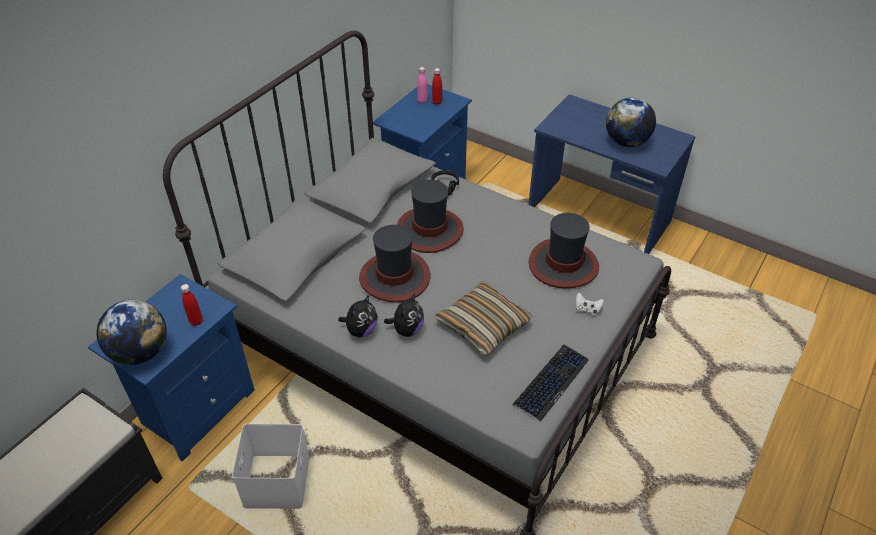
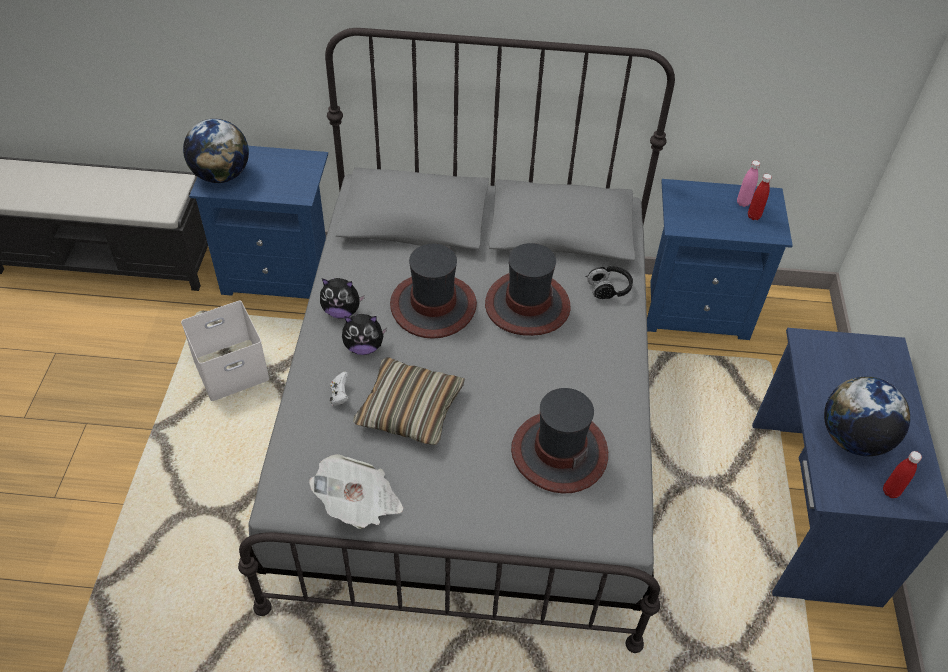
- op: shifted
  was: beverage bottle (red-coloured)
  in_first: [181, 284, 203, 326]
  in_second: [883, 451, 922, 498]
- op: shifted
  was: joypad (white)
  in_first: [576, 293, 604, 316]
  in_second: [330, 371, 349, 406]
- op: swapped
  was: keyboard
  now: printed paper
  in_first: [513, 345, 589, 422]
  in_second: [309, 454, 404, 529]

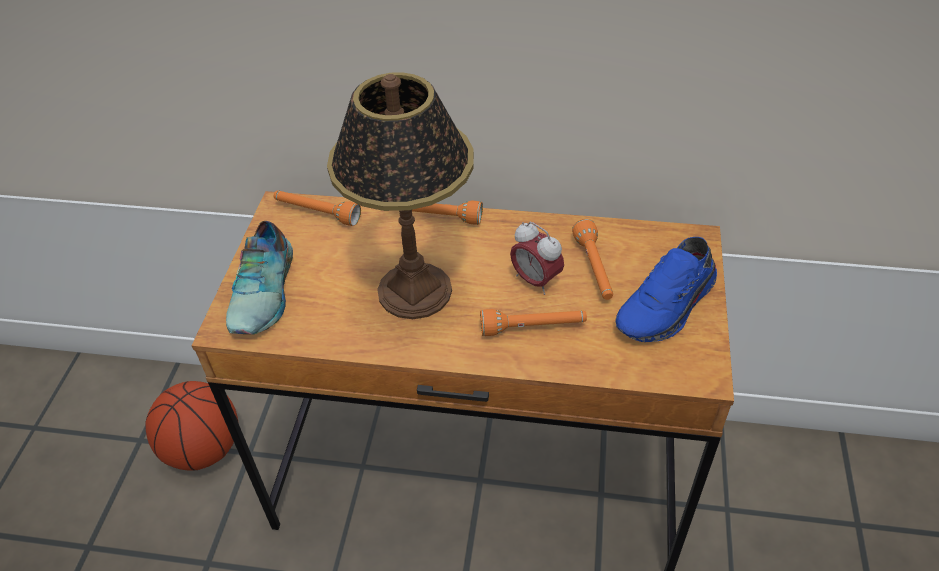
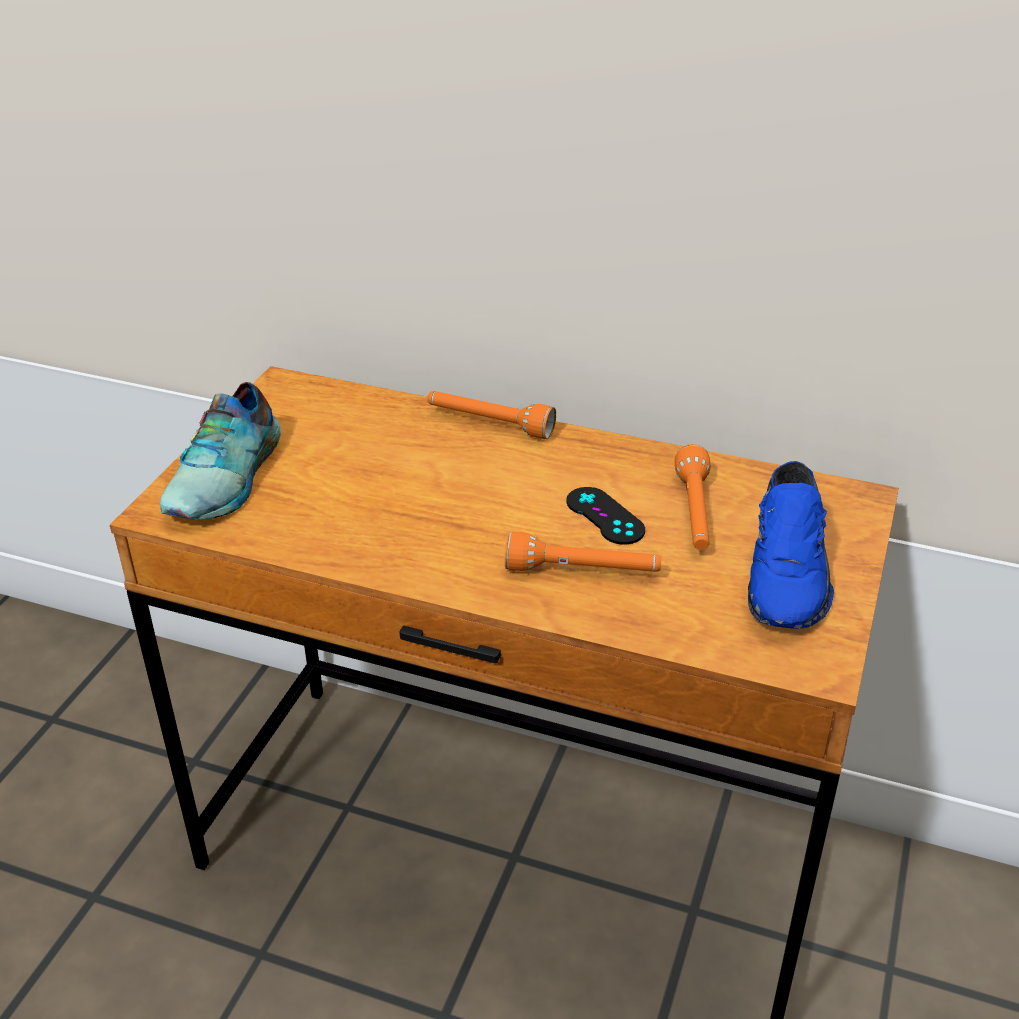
- op: gone
  was: tabletop lamp
  in_first: [327, 72, 474, 319]
- op: gone
  was: hand torch (orange)
  in_first: [274, 190, 361, 226]
- op: swapped
  was: bedside clock
  now: joypad (blackish)
  in_first: [510, 222, 564, 295]
  in_second: [566, 487, 645, 545]
- op: rotated
  was: item of footwear (bluish)
  in_first: [615, 237, 717, 342]
  in_second: [748, 461, 834, 629]
  clockwise: -45
- op: gone
  was: ball for basketball
  in_first: [145, 381, 238, 471]

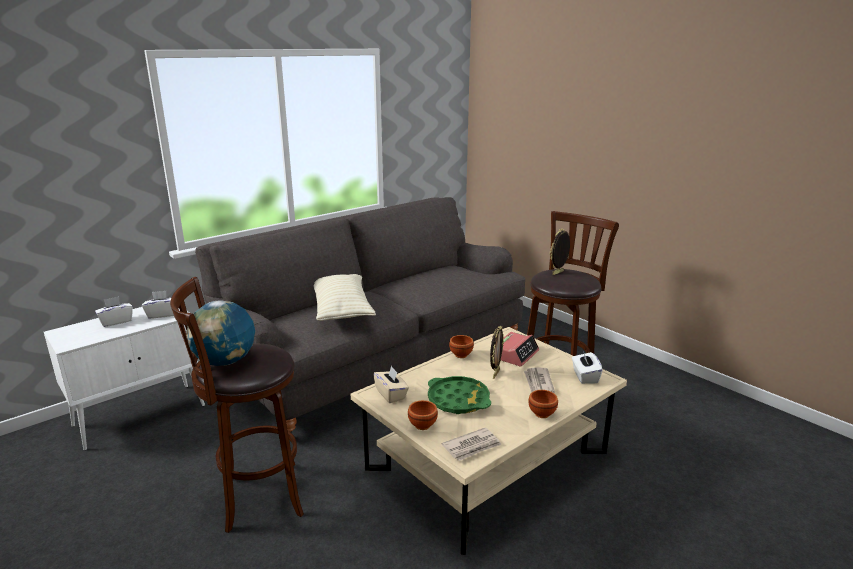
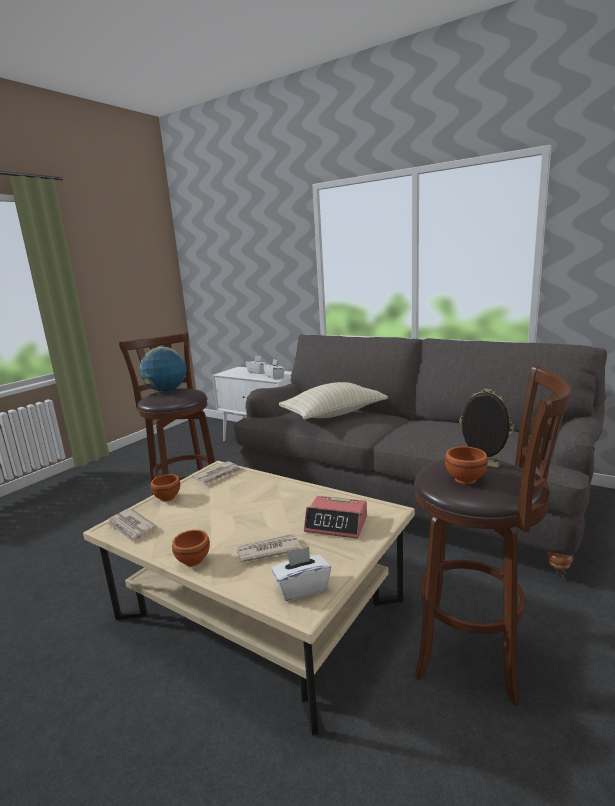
- op: gone
  was: picture frame
  in_first: [490, 326, 504, 379]
- op: shifted
  was: serving bowl (brownish)
  in_first: [449, 335, 474, 358]
  in_second: [445, 446, 488, 484]
- op: swapped
  was: box of tissues (beige-coloured)
  now: printed paper
  in_first: [373, 366, 409, 403]
  in_second: [192, 461, 242, 484]
- op: gone
  was: serving tray (green)
  in_first: [428, 376, 491, 414]

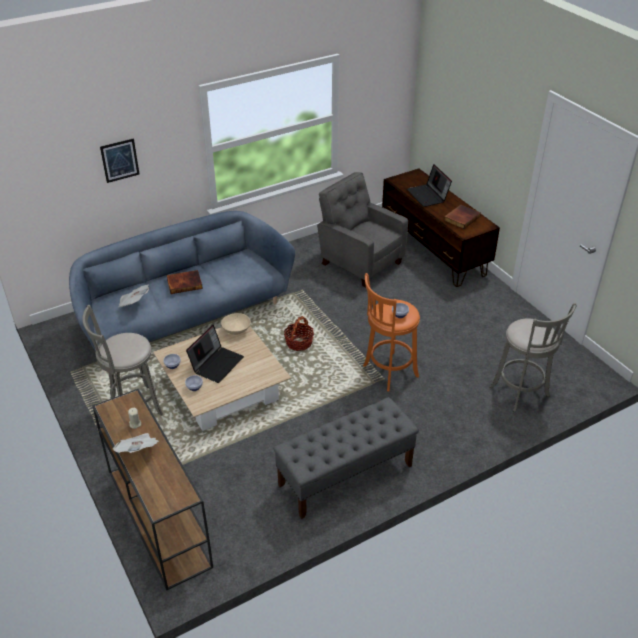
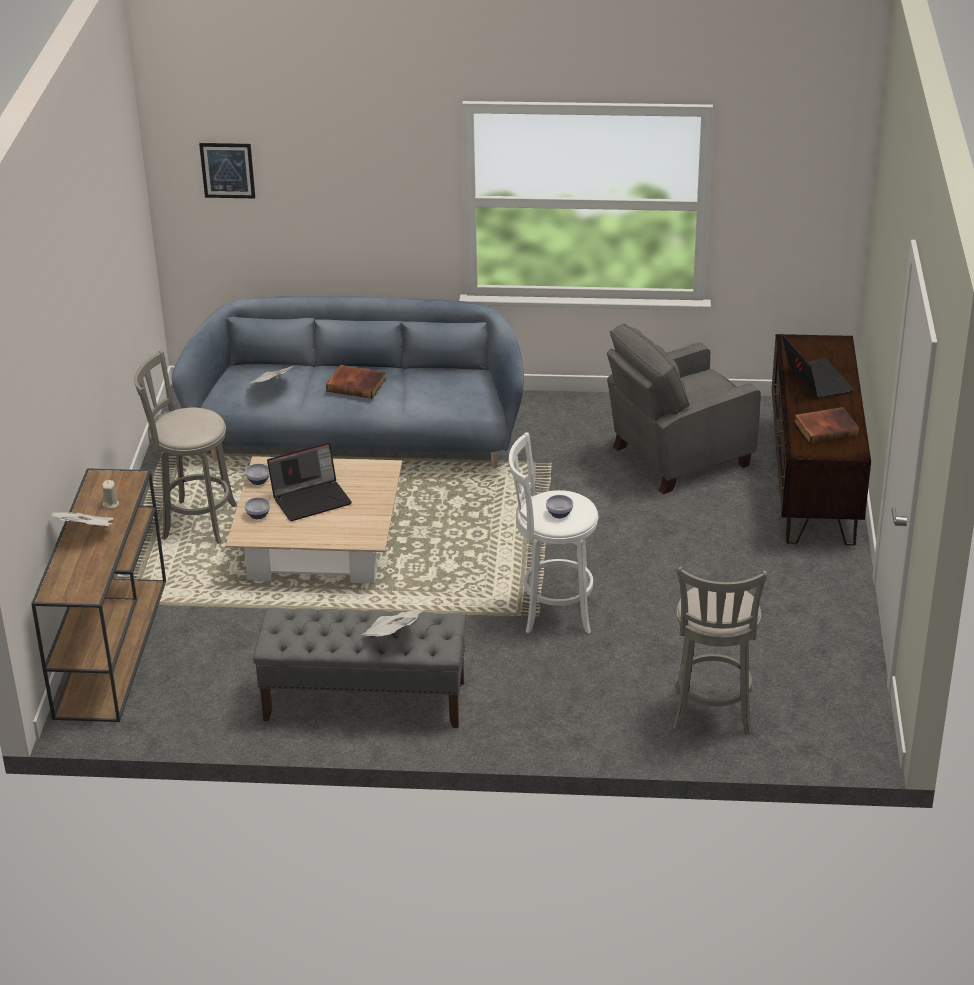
- op: shifted
  was: wall picture
  in_first: [100, 138, 139, 183]
  in_second: [199, 143, 255, 198]
- op: rotated
  was: portable computer
  in_first: [407, 164, 452, 207]
  in_second: [782, 334, 854, 398]
  clockwise: 150
- op: rotated
  was: easy chair (gray)
  in_first: [317, 172, 408, 288]
  in_second: [607, 323, 761, 495]
  clockwise: -105
- op: repainted
  was: stool seat (orange)
  now: stool seat (white)
  in_first: [363, 273, 420, 391]
  in_second: [509, 432, 598, 634]
- op: gone
  was: serving bowl (beige-coloured)
  in_first: [221, 313, 251, 335]
- op: gone
  was: storage basket
  in_first: [284, 316, 314, 351]
- op: new
  now: printed paper
  in_second: [362, 609, 423, 636]

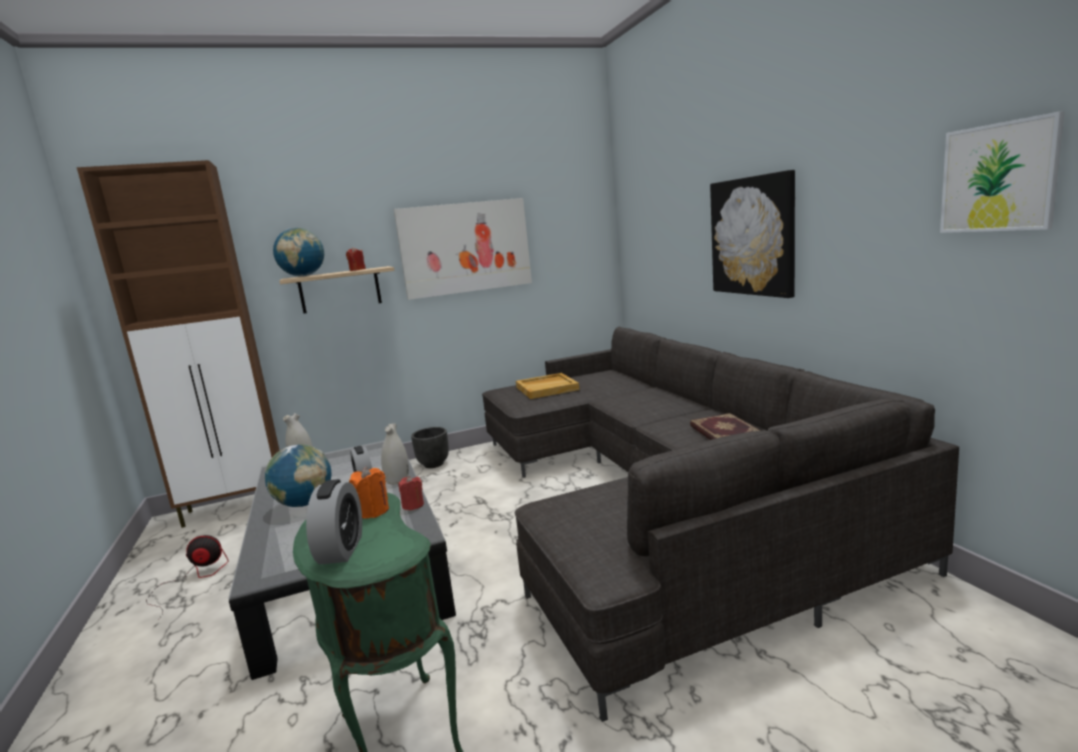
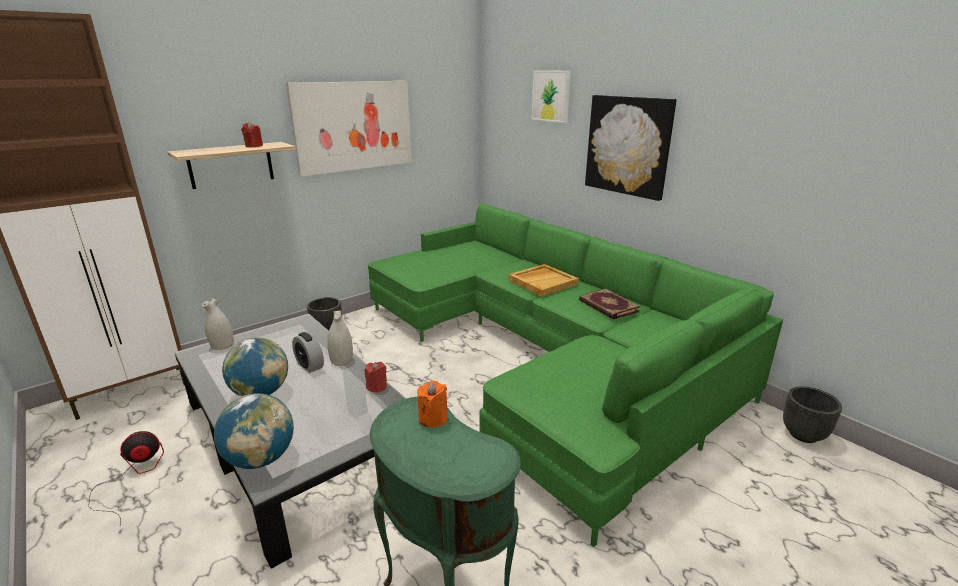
- op: shifted
  was: wall picture
  in_first: [940, 111, 1065, 233]
  in_second: [532, 70, 571, 123]
- op: shifted
  was: globe
  in_first: [273, 228, 324, 277]
  in_second: [214, 393, 294, 469]
- op: repainted
  was: sofa (gray)
  now: sofa (green)
  in_first: [482, 327, 959, 722]
  in_second: [368, 203, 783, 547]
- op: shifted
  was: serving tray (beige-coloured)
  in_first: [516, 373, 580, 399]
  in_second: [508, 264, 579, 297]
- op: gone
  was: bedside clock
  in_first: [306, 479, 362, 564]
- op: new
  now: flower pot (blackish)
  in_second: [783, 386, 842, 443]

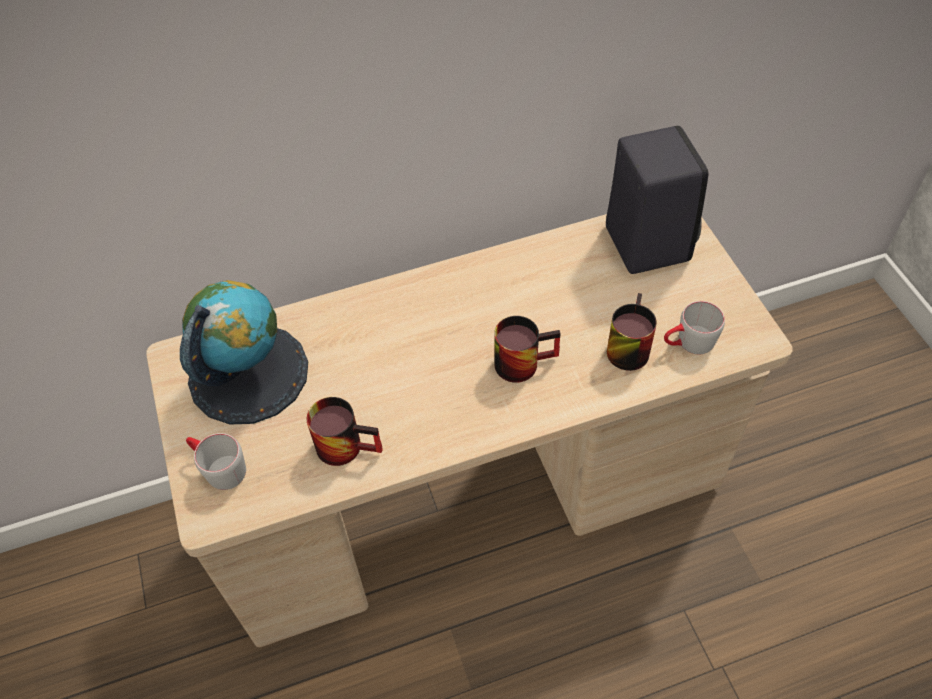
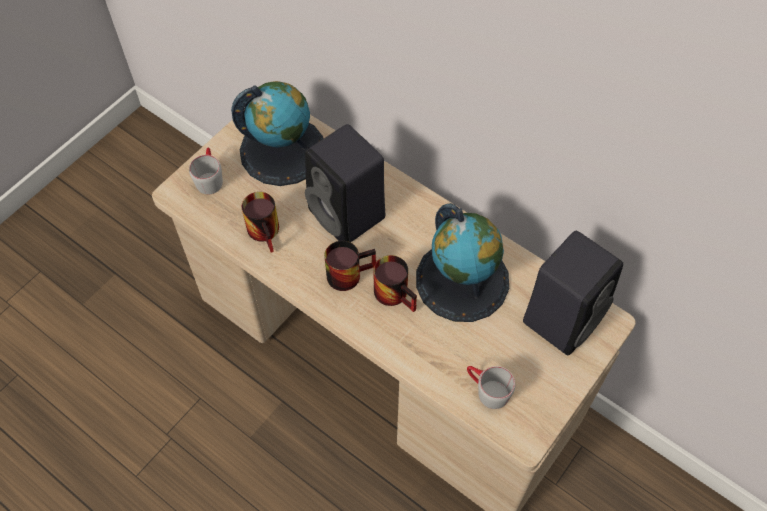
- op: shifted
  was: tea mug
  in_first: [607, 293, 657, 371]
  in_second: [324, 241, 376, 291]
- op: new
  now: audio speaker (blackish)
  in_second: [305, 124, 385, 243]
- op: new
  now: globe
  in_second: [416, 203, 509, 322]

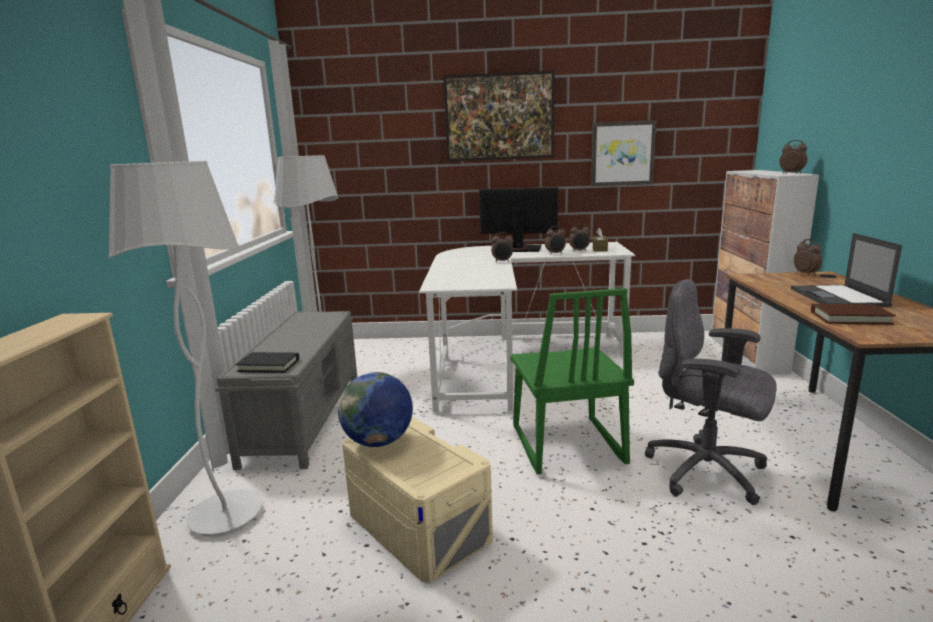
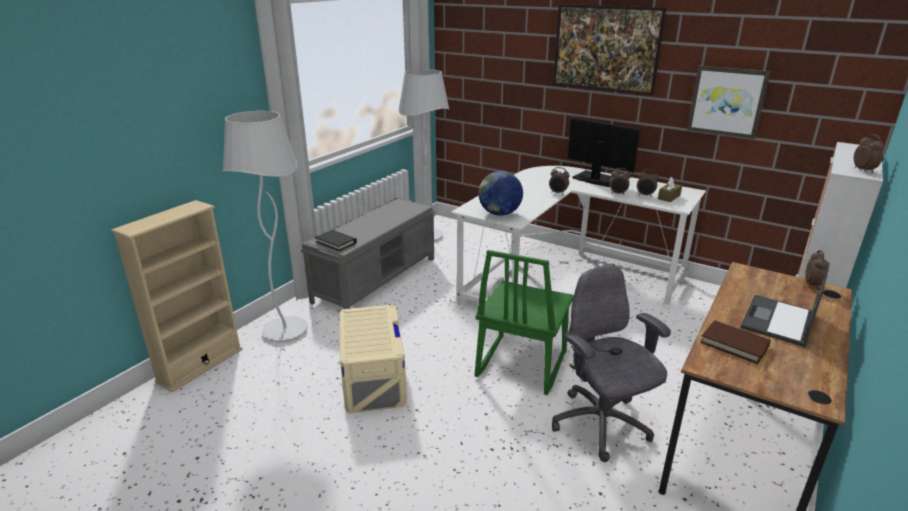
- op: shifted
  was: globe
  in_first: [338, 372, 413, 447]
  in_second: [479, 171, 523, 216]

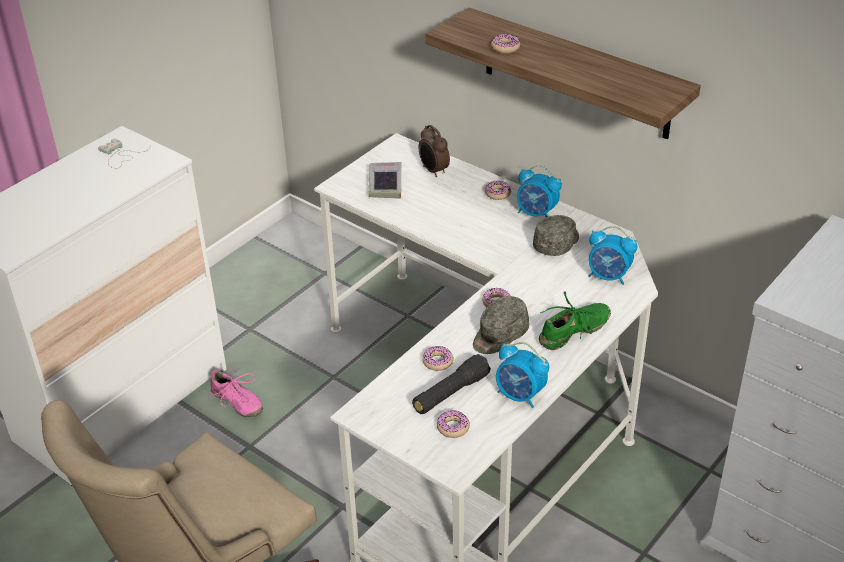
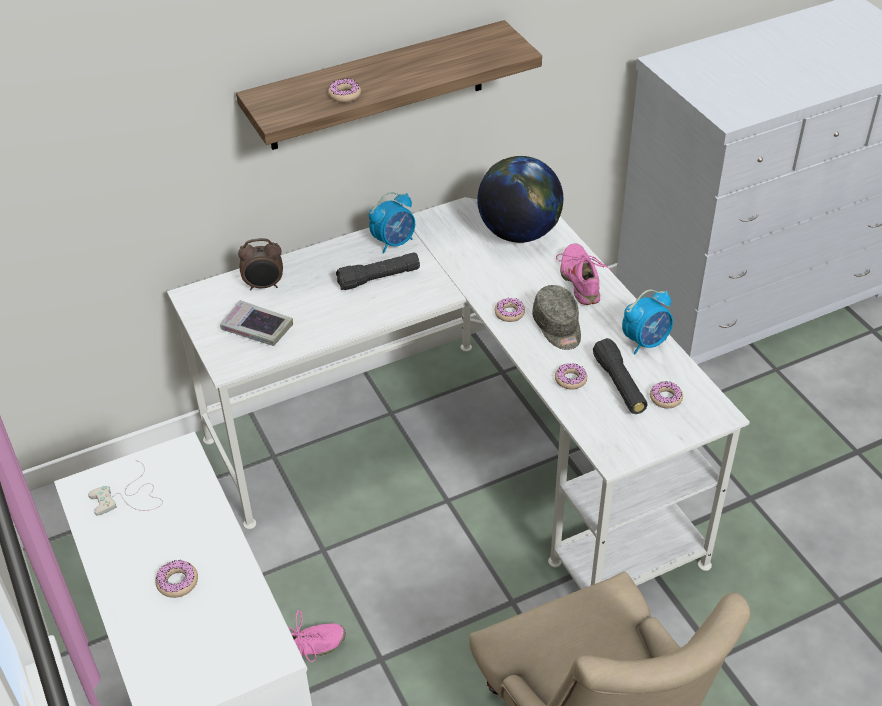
- op: shifted
  was: ring doughnut
  in_first: [485, 181, 511, 200]
  in_second: [155, 560, 198, 598]
- op: gone
  was: baseball cap (gray)
  in_first: [533, 215, 579, 256]
- op: swapped
  was: bedside clock
  now: globe
  in_first: [588, 226, 637, 285]
  in_second: [477, 156, 563, 243]
- op: repainted
  was: item of footwear (green)
  now: item of footwear (pink-coloured)
  in_first: [538, 291, 611, 350]
  in_second: [556, 243, 614, 305]
- op: new
  now: hand torch (blackish)
  in_second: [336, 252, 420, 290]

